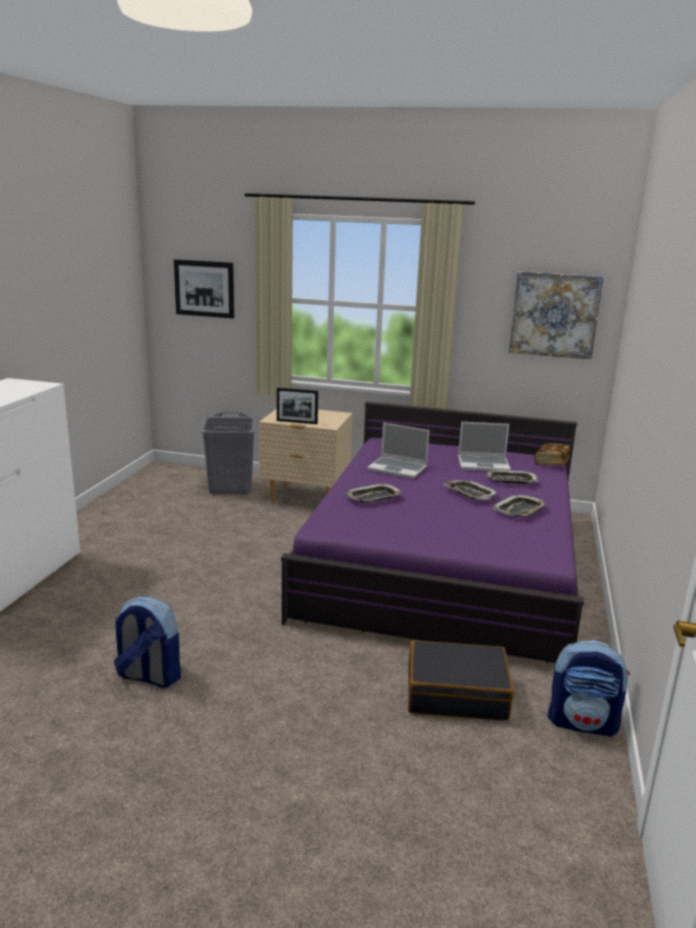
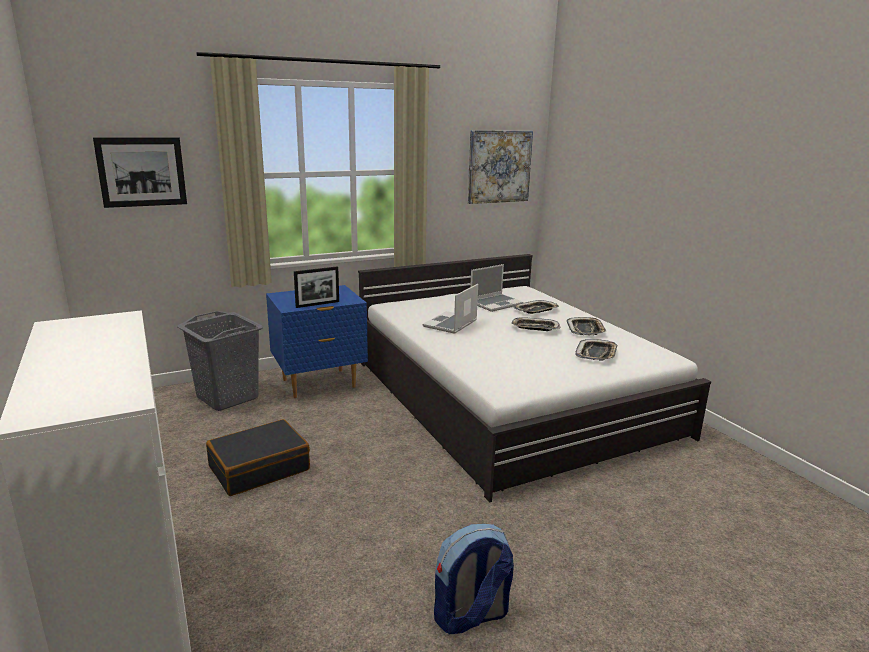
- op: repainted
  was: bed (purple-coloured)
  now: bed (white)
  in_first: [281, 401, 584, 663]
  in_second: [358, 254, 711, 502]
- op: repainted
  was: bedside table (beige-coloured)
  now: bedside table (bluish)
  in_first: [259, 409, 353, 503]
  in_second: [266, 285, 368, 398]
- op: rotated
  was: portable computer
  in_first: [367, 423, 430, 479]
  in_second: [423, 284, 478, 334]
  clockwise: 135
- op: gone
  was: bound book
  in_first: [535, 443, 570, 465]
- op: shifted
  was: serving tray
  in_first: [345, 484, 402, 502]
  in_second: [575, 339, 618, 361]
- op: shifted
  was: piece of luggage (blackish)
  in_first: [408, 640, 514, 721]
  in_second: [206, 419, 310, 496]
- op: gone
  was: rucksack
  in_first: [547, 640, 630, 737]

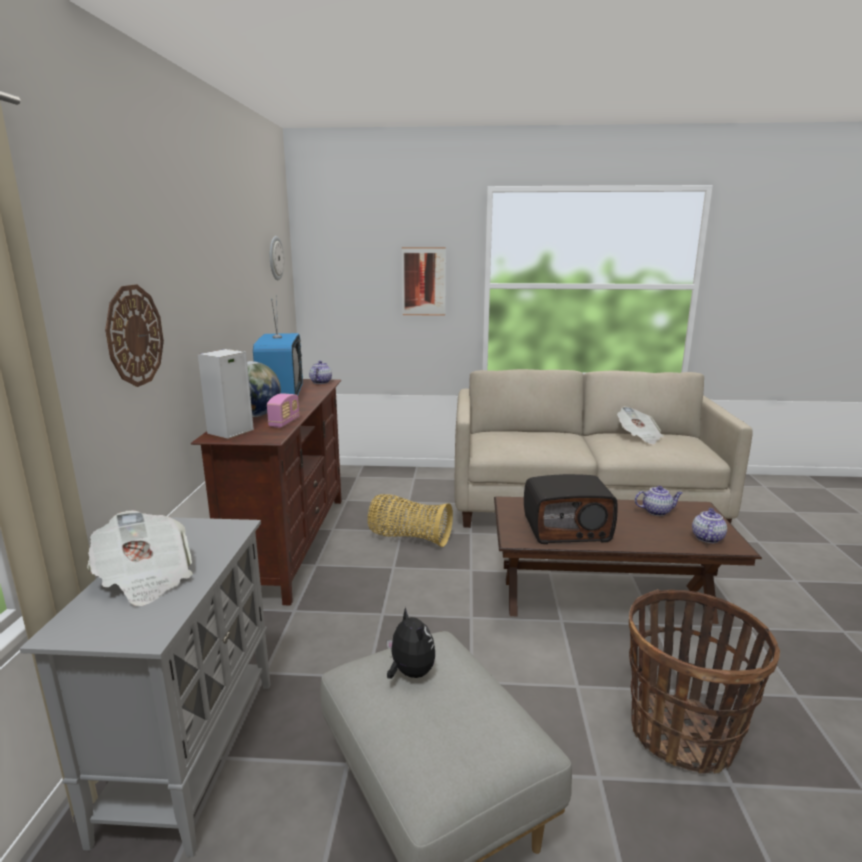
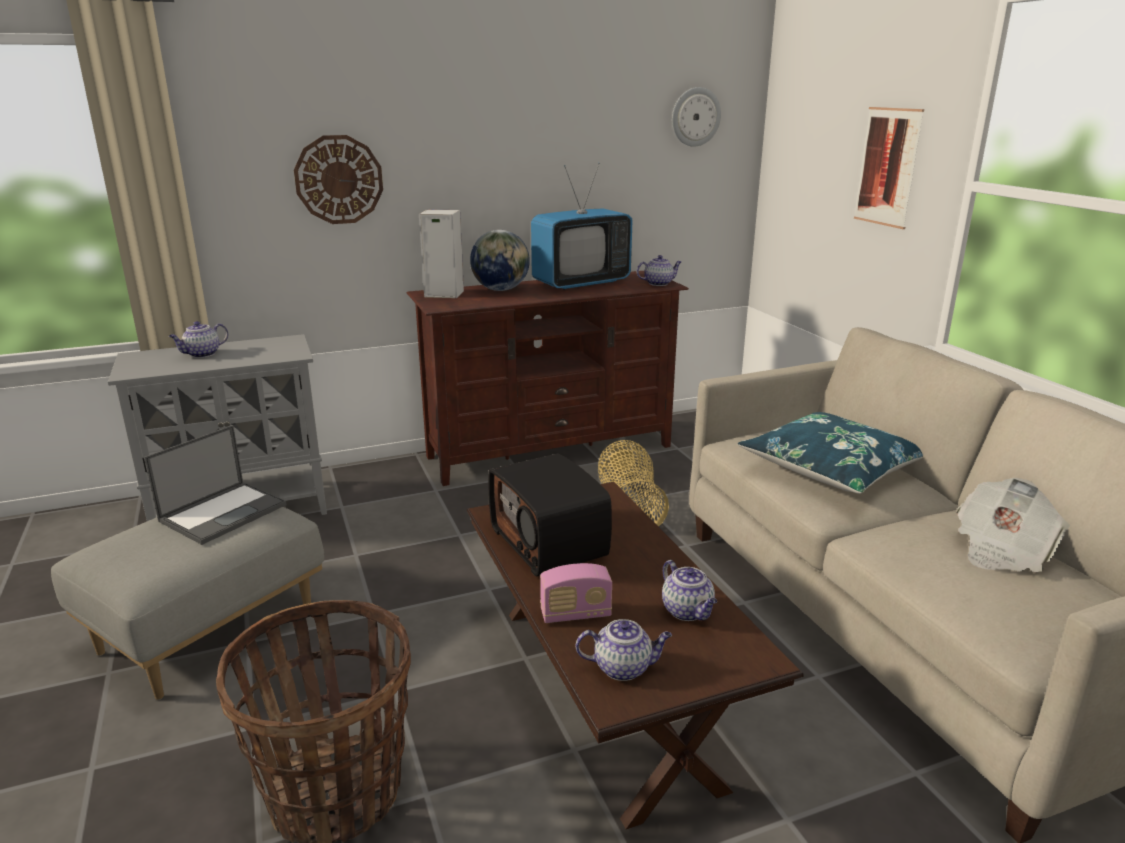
- op: shifted
  was: radio
  in_first: [267, 393, 299, 428]
  in_second: [540, 563, 612, 623]
- op: swapped
  was: printed paper
  now: tea pot
  in_first: [87, 510, 192, 606]
  in_second: [169, 321, 228, 358]
- op: swapped
  was: cuddly toy
  now: portable computer
  in_first: [387, 607, 435, 678]
  in_second: [144, 425, 287, 545]
- op: new
  now: cushion (bluish)
  in_second: [738, 412, 923, 494]

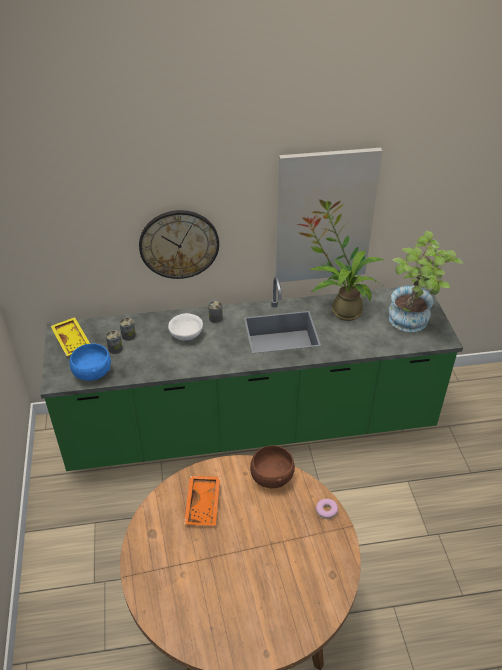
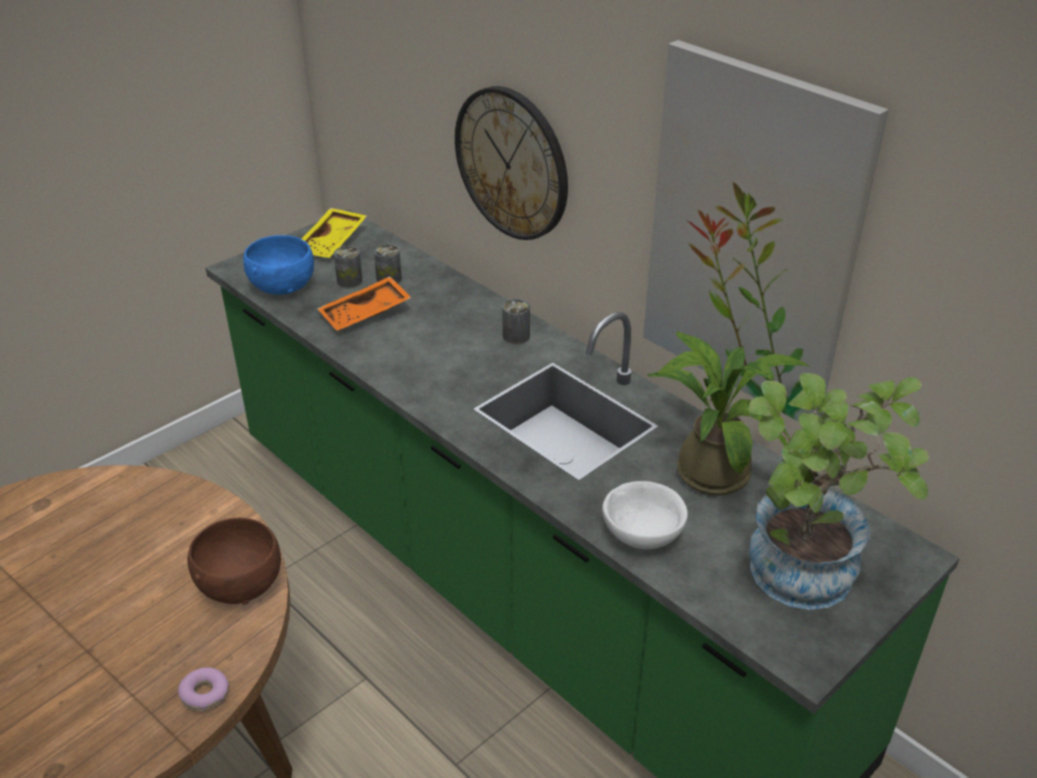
- op: shifted
  was: serving bowl (white)
  in_first: [168, 313, 203, 341]
  in_second: [602, 481, 688, 549]
- op: shifted
  was: serving tray (orange)
  in_first: [184, 476, 220, 525]
  in_second: [317, 277, 412, 331]

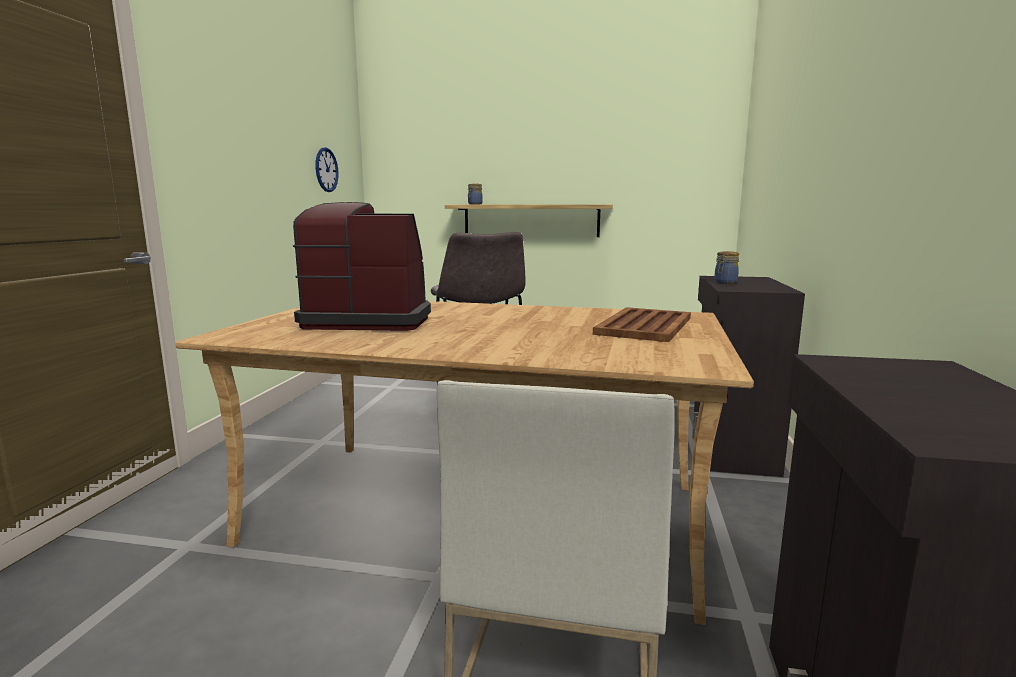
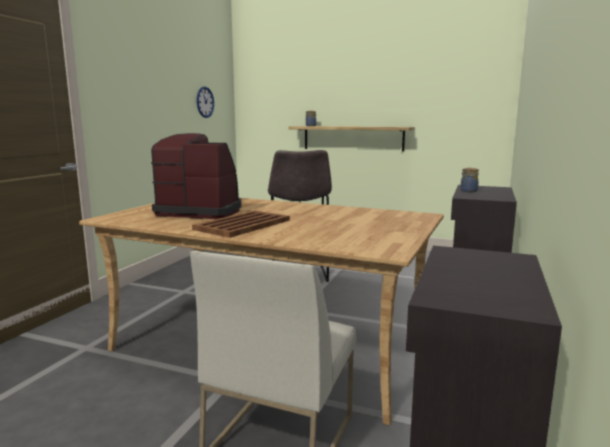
- op: shifted
  was: serving tray (brownish)
  in_first: [593, 307, 691, 342]
  in_second: [192, 210, 290, 238]

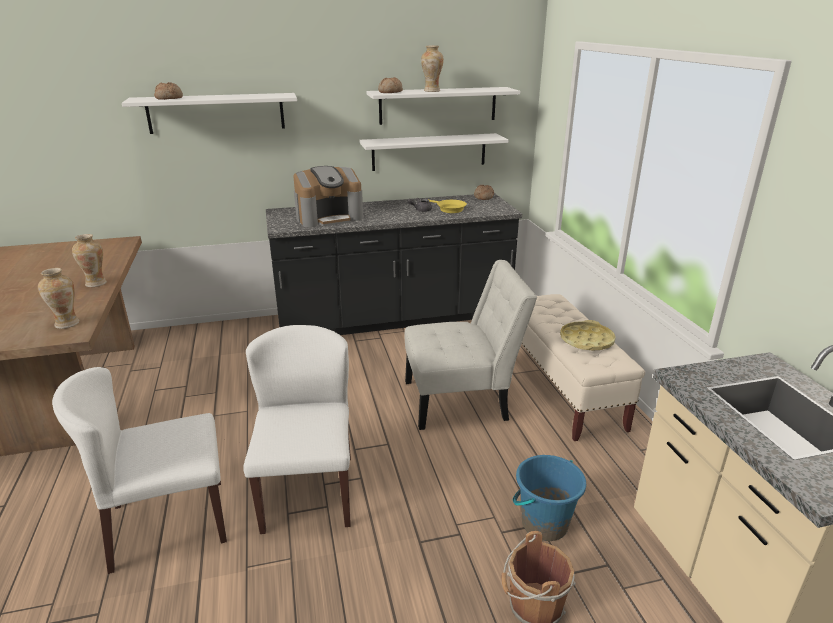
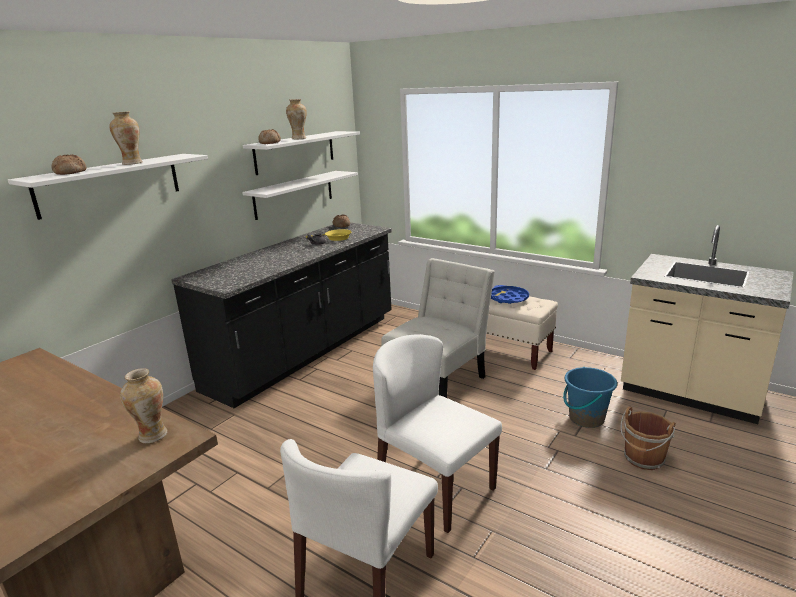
- op: gone
  was: coffee maker
  in_first: [293, 166, 363, 227]
- op: shifted
  was: decorative vase
  in_first: [72, 234, 107, 287]
  in_second: [109, 111, 143, 165]
- op: repainted
  was: serving tray (yellowish)
  now: serving tray (bluish)
  in_first: [560, 320, 616, 351]
  in_second: [491, 285, 529, 304]

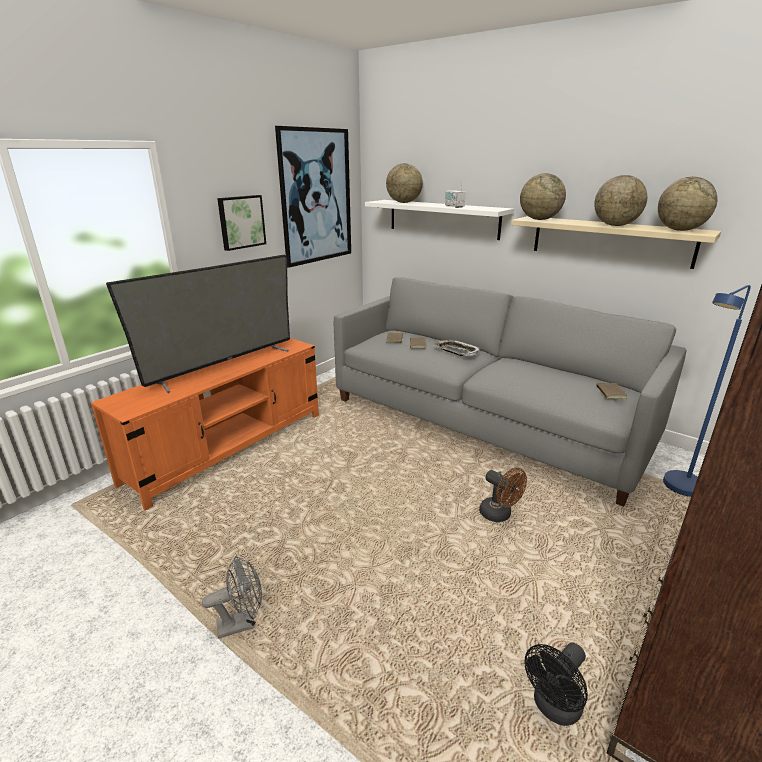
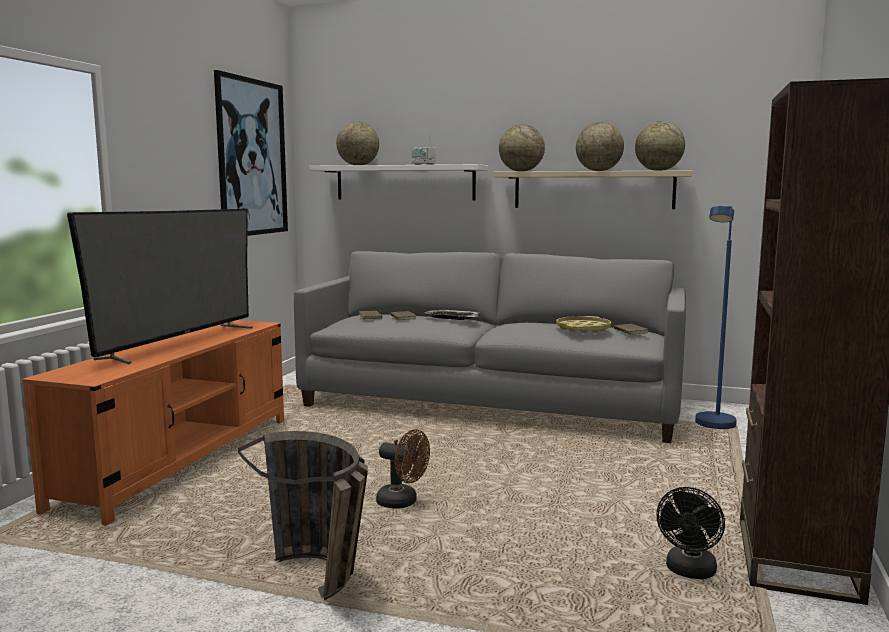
- op: gone
  was: wall picture
  in_first: [217, 195, 266, 251]
- op: shifted
  was: cooling fan (brownish)
  in_first: [479, 468, 527, 522]
  in_second: [376, 429, 430, 508]
- op: swapped
  was: cooling fan (gray)
  now: storage basket
  in_first: [202, 556, 262, 639]
  in_second: [238, 431, 368, 600]
- op: new
  now: serving tray (yellowish)
  in_second: [556, 316, 611, 333]

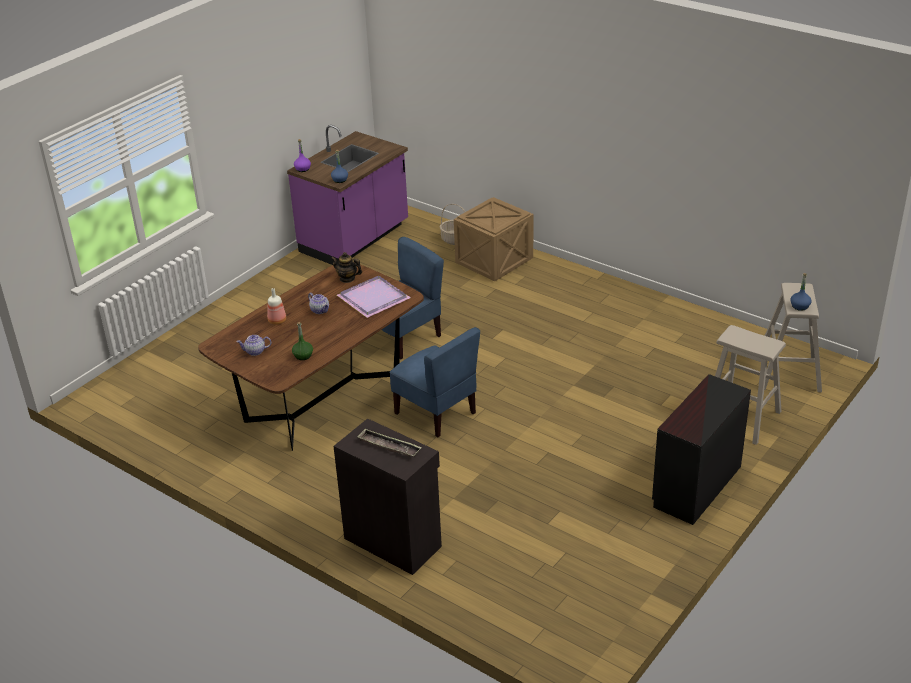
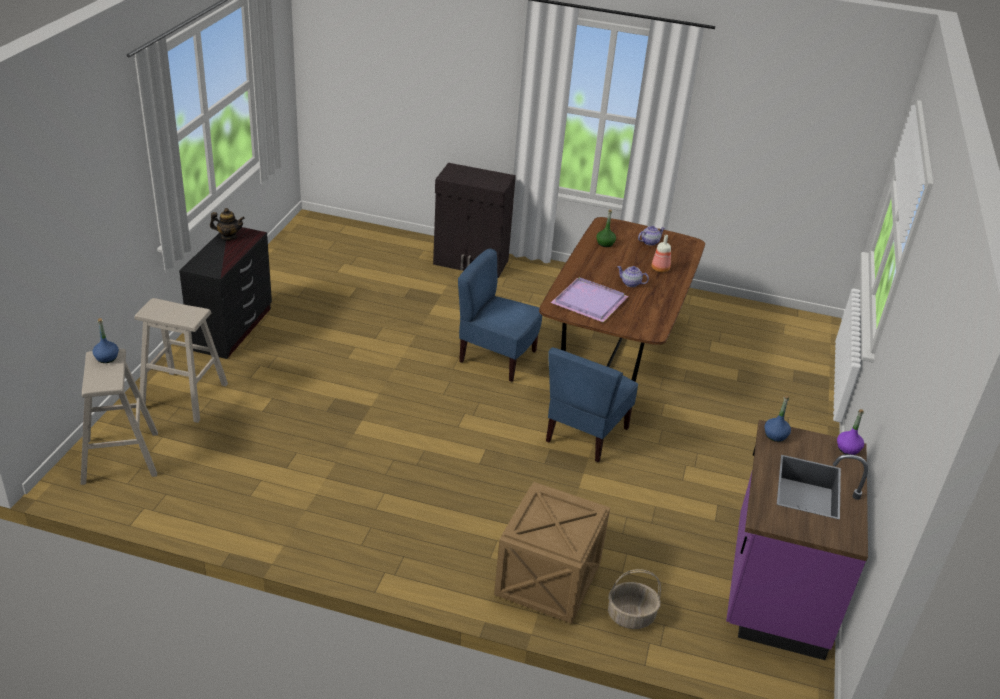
- op: shifted
  was: tea pot
  in_first: [331, 252, 362, 283]
  in_second: [210, 208, 245, 240]
- op: gone
  was: serving tray
  in_first: [357, 429, 422, 457]

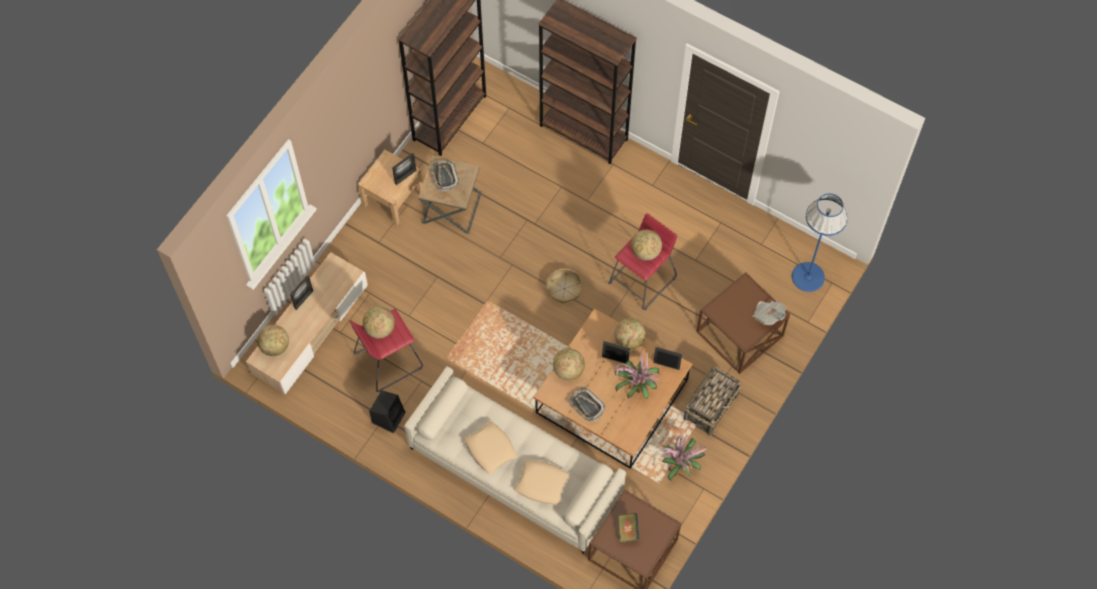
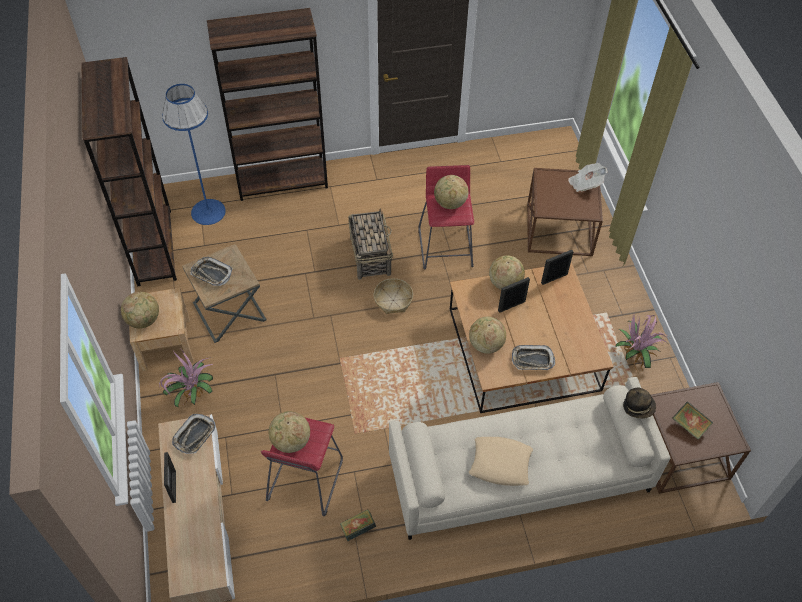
- op: gone
  was: picture frame
  in_first: [392, 153, 416, 185]
- op: shifted
  was: standing lamp (bluish)
  in_first: [792, 194, 848, 292]
  in_second: [162, 84, 226, 225]
- op: shifted
  was: globe
  in_first: [257, 325, 289, 356]
  in_second: [121, 292, 159, 328]
- op: shifted
  was: houseplant
  in_first: [613, 350, 662, 399]
  in_second: [159, 349, 213, 407]
- op: shifted
  was: storage basket
  in_first: [684, 366, 742, 436]
  in_second: [348, 208, 393, 280]
- op: swapped
  was: audio speaker (blackish)
  now: bound book
  in_first: [369, 390, 405, 433]
  in_second: [340, 509, 376, 541]
- op: gone
  was: cushion (beige-coloured)
  in_first: [514, 460, 570, 505]
- op: new
  now: hat
  in_second: [623, 388, 656, 419]
- op: new
  now: serving tray
  in_second: [172, 414, 216, 454]

